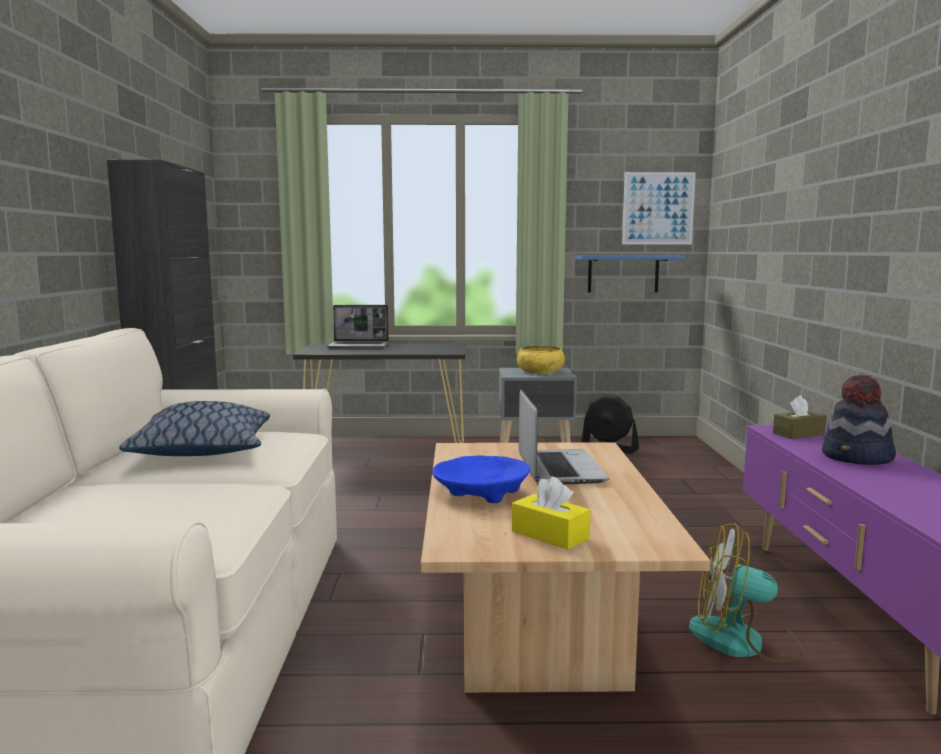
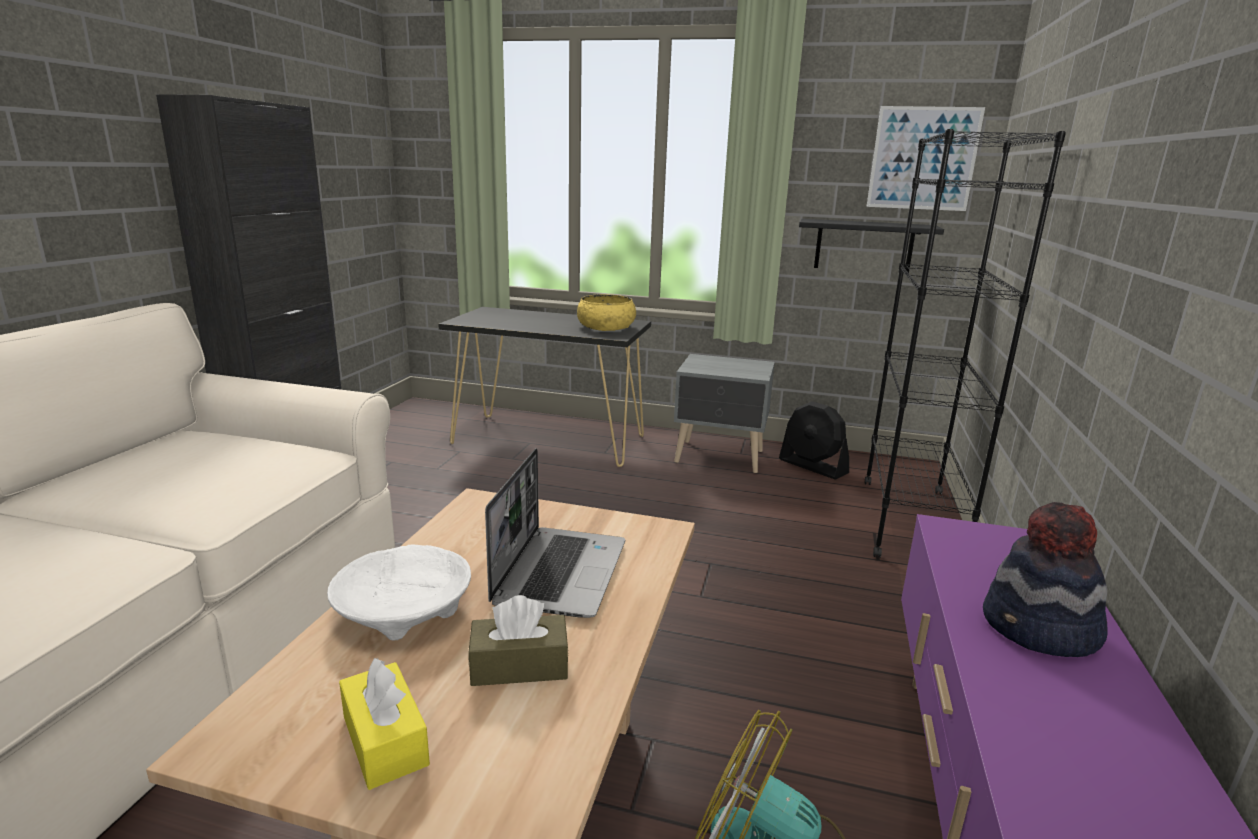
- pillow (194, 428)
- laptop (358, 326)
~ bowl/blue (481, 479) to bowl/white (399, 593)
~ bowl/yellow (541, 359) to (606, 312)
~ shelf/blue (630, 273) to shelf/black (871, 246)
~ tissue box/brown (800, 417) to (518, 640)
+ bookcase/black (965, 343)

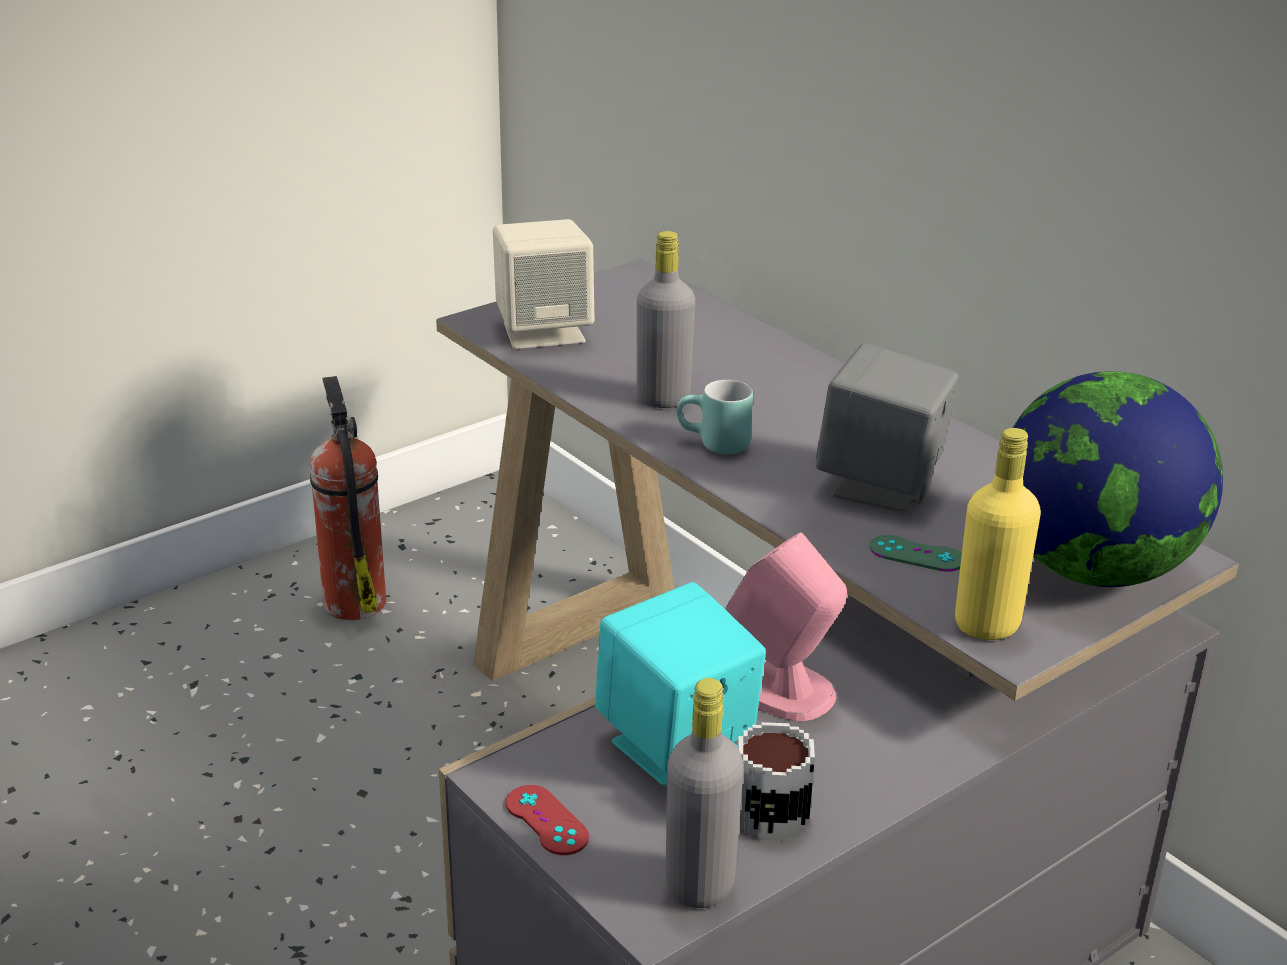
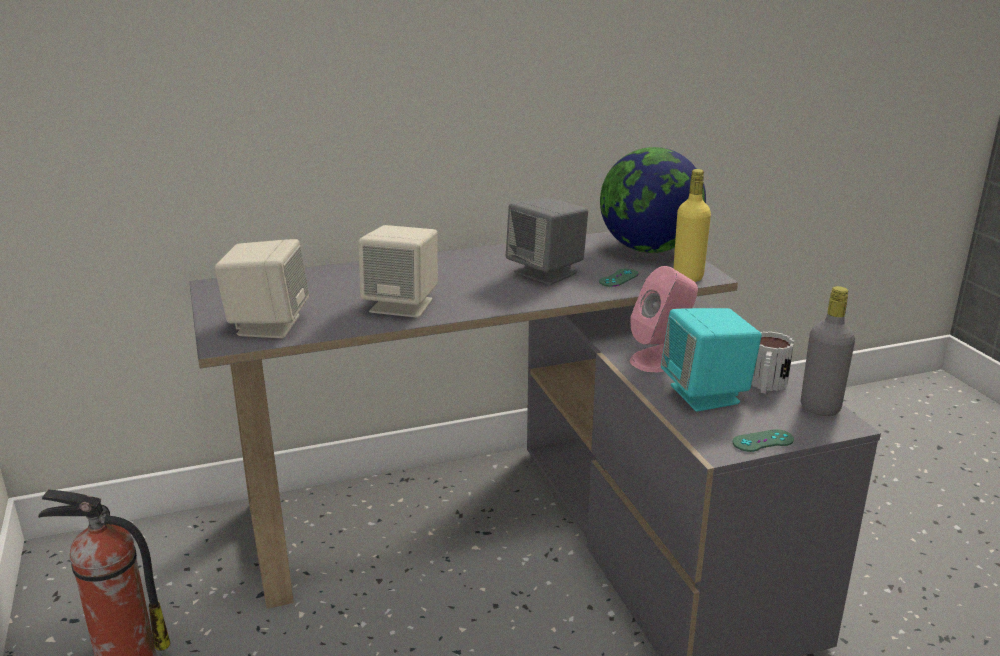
~ game controller/red (547, 820) to game controller/green (763, 440)
~ bottle/grey (666, 319) to speaker/beige (398, 271)
- mug/turquoise (715, 417)

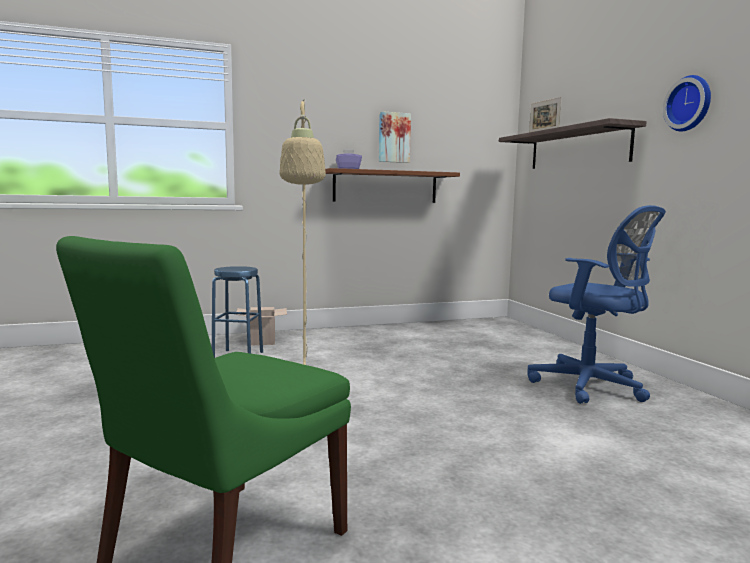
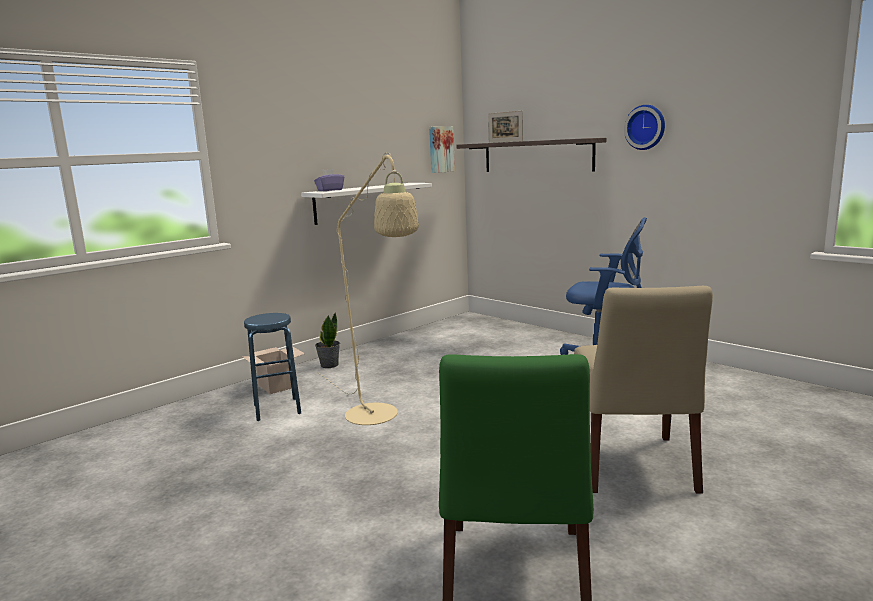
~ shelf/brown (392, 185) to shelf/white (366, 204)
~ picture (395, 137) to (442, 149)
+ potted plant (327, 340)
+ chair/beige (643, 390)

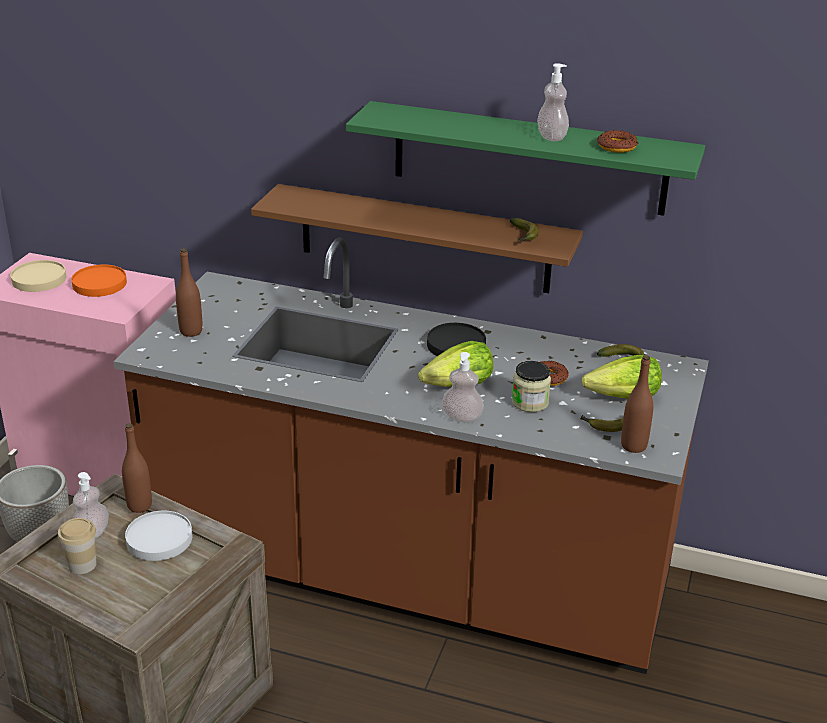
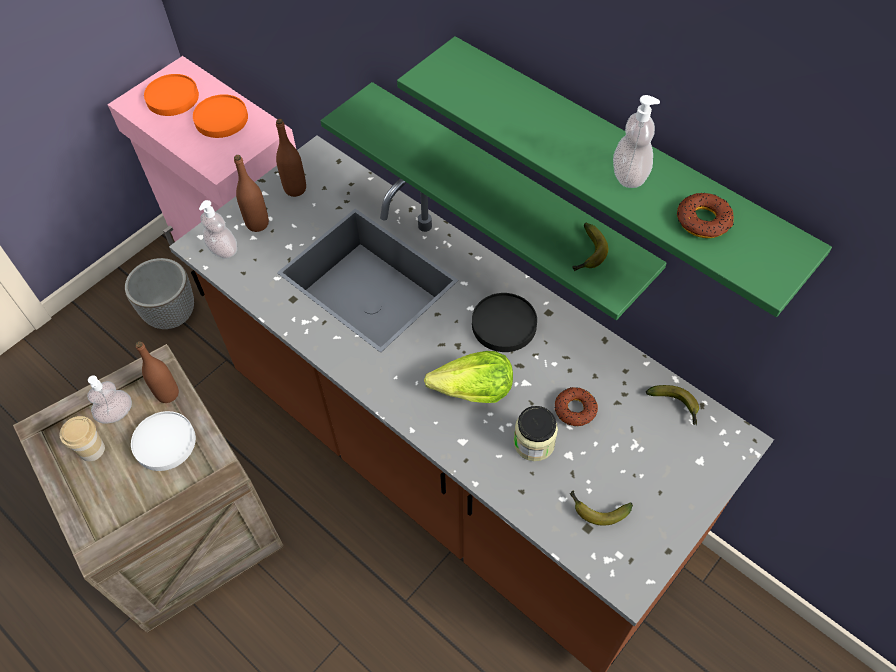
~ plate/beige (38, 276) to plate/orange (171, 95)
~ shelf/brown (417, 238) to shelf/green (494, 201)
~ soap dispenser (463, 387) to (218, 229)
- lettuce (622, 377)
~ bottle/brown (637, 404) to (291, 158)

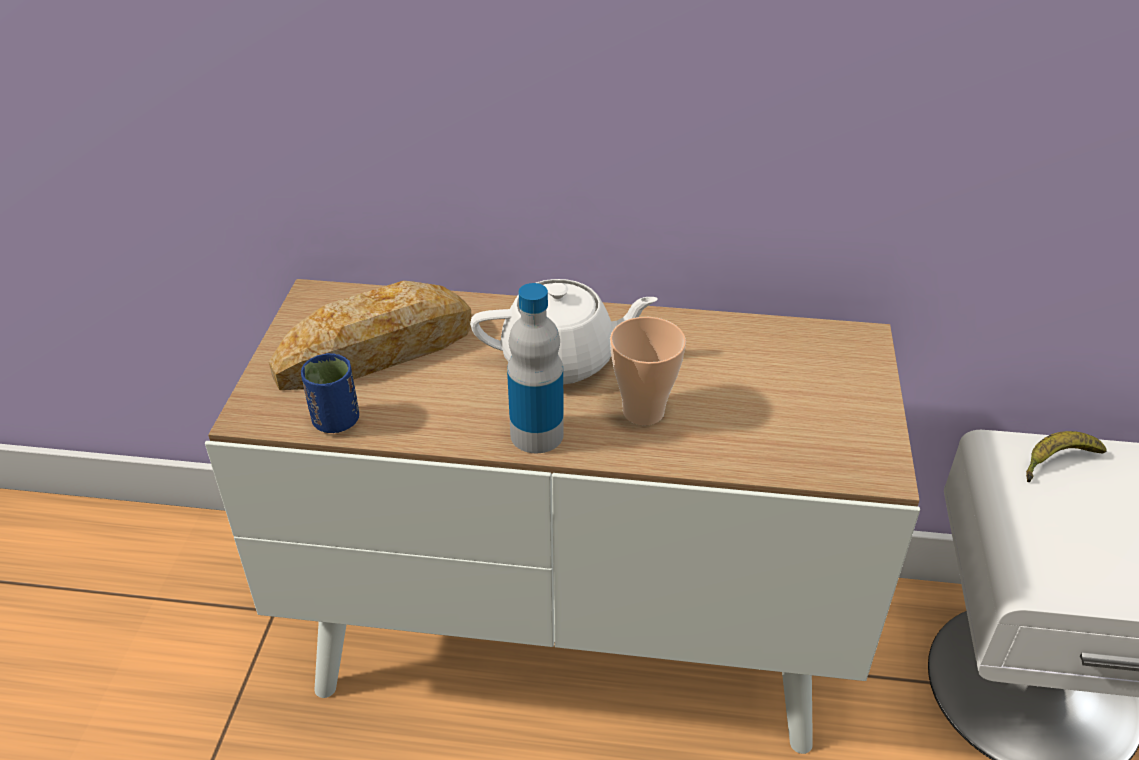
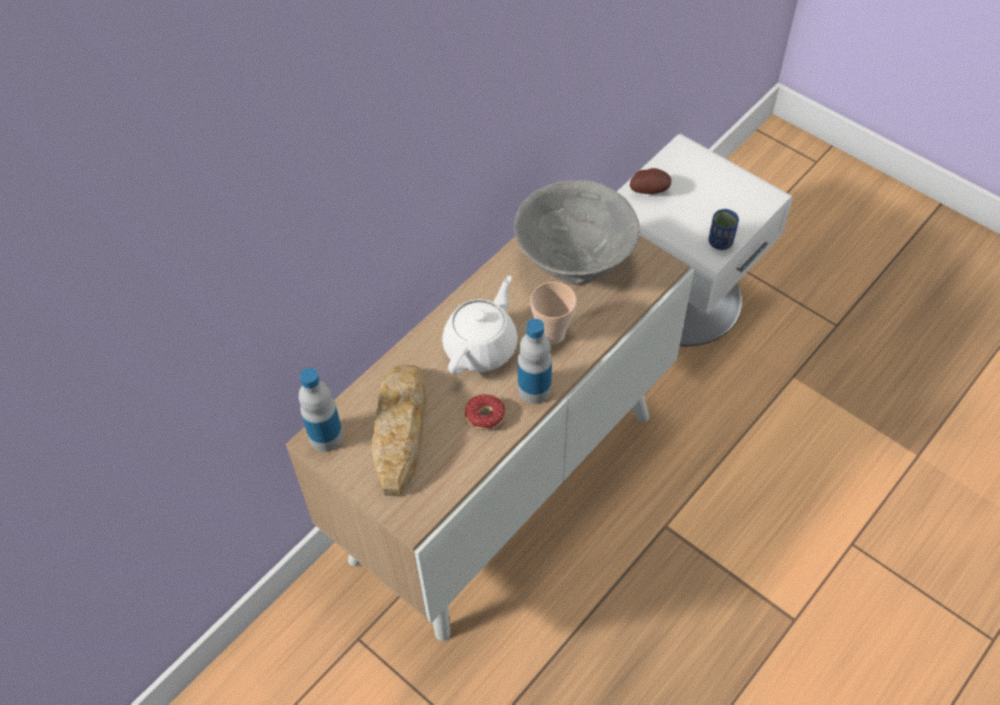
~ cup/blue (330, 393) to (723, 229)
~ banana (1066, 456) to potato (651, 181)
+ bottle (320, 410)
+ donut (485, 412)
+ bowl/grey (577, 232)

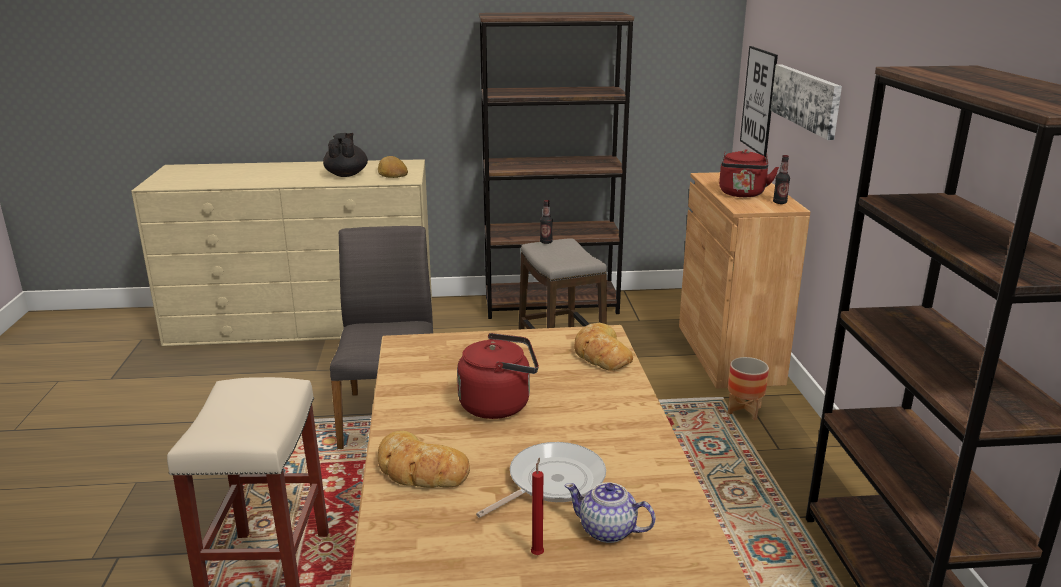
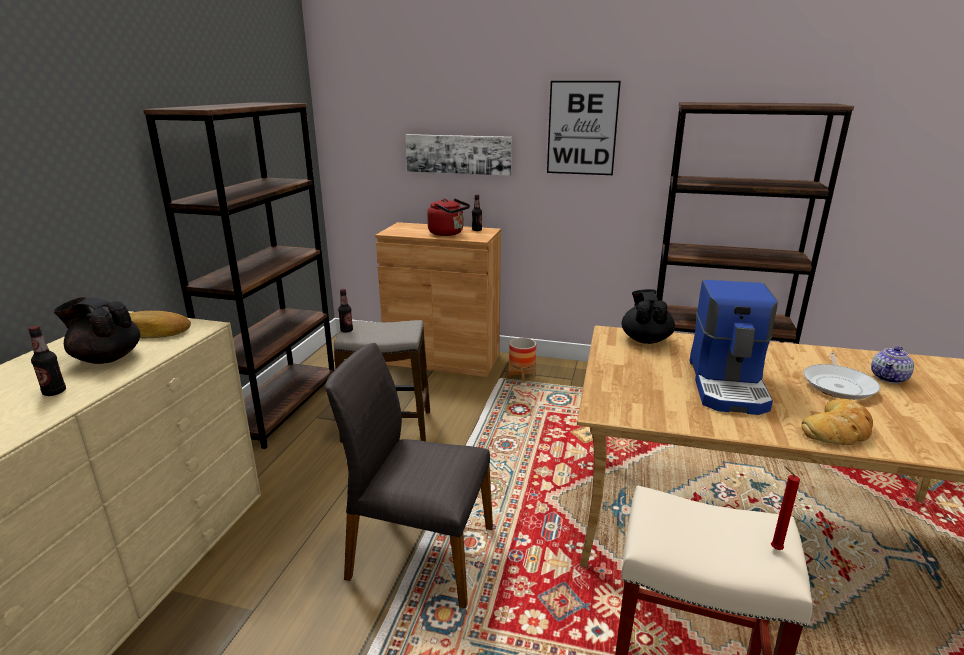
~ kettle/red (498, 376) to coffee machine (734, 347)
~ frying pan (541, 480) = (841, 376) 135 degrees counterclockwise
~ candle/red (537, 506) to (785, 508)
~ bread (603, 347) to teapot/black (648, 316)
~ picture (759, 101) to (584, 128)
+ bottle (47, 361)

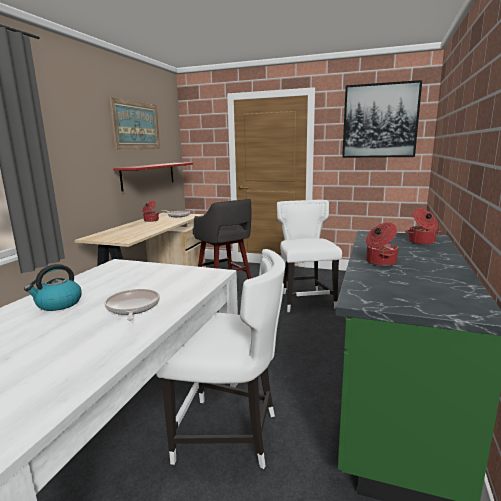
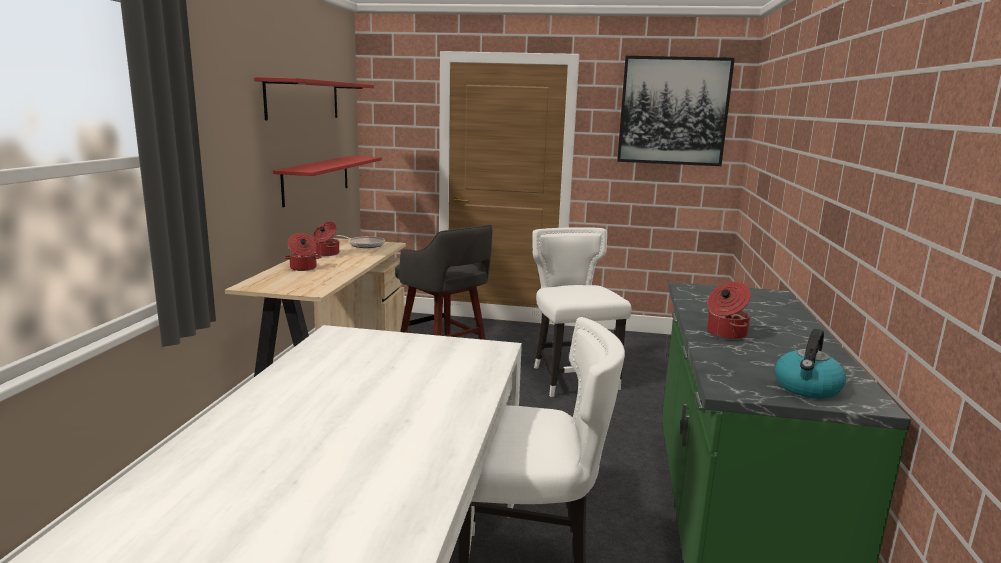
~ kettle (53, 287) to (810, 363)
- frying pan (132, 305)
~ picture (135, 123) to shelf/red (314, 98)
~ cooking pot (423, 227) to (303, 252)

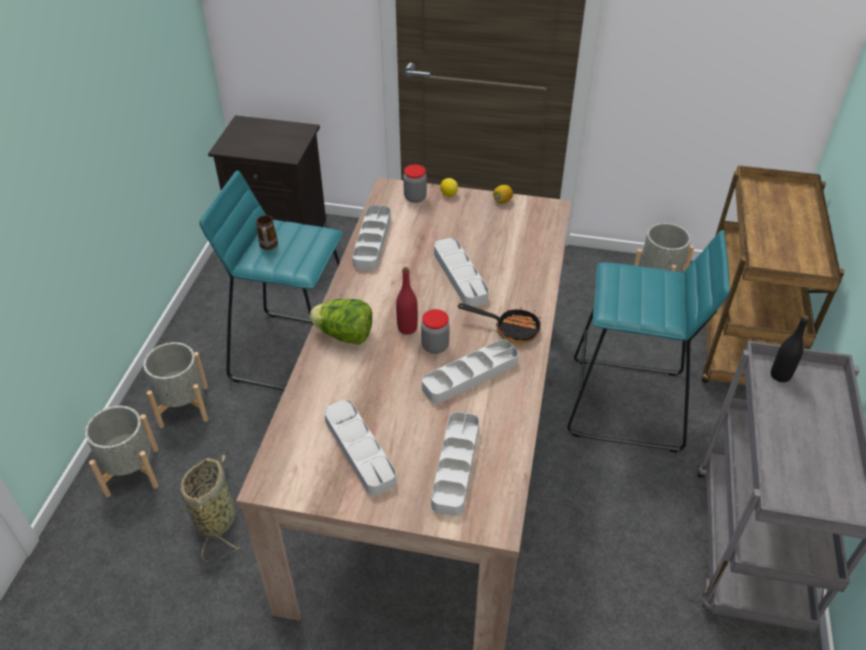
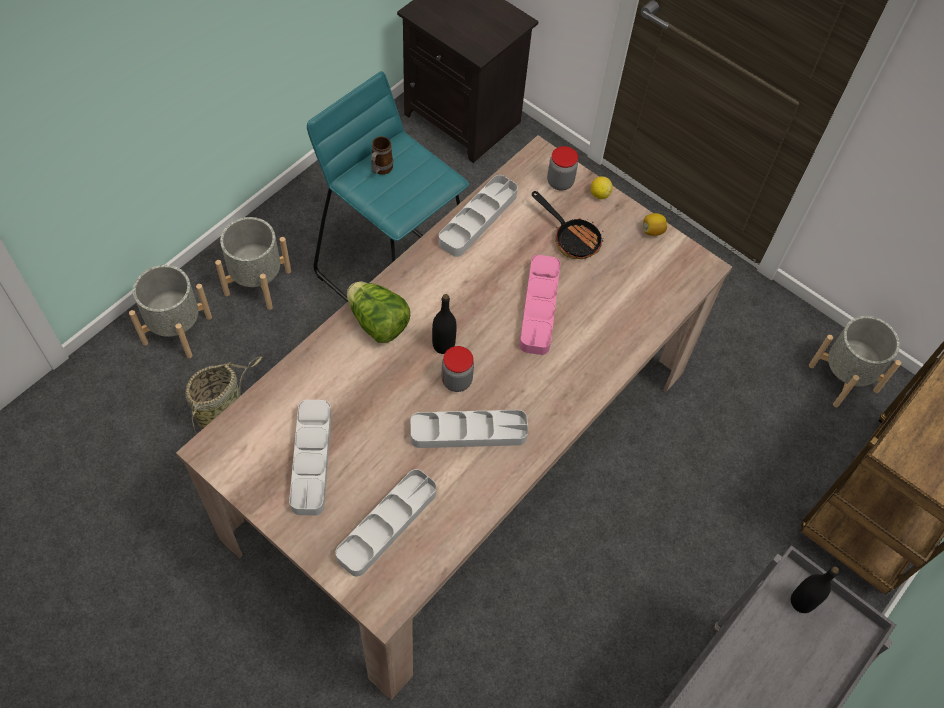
~ bottle/red (407, 300) to bottle/black (444, 324)
~ tray/grey (461, 272) to tray/pink (540, 305)
~ frying pan (500, 323) to (568, 225)
- stool/turquoise (649, 341)

